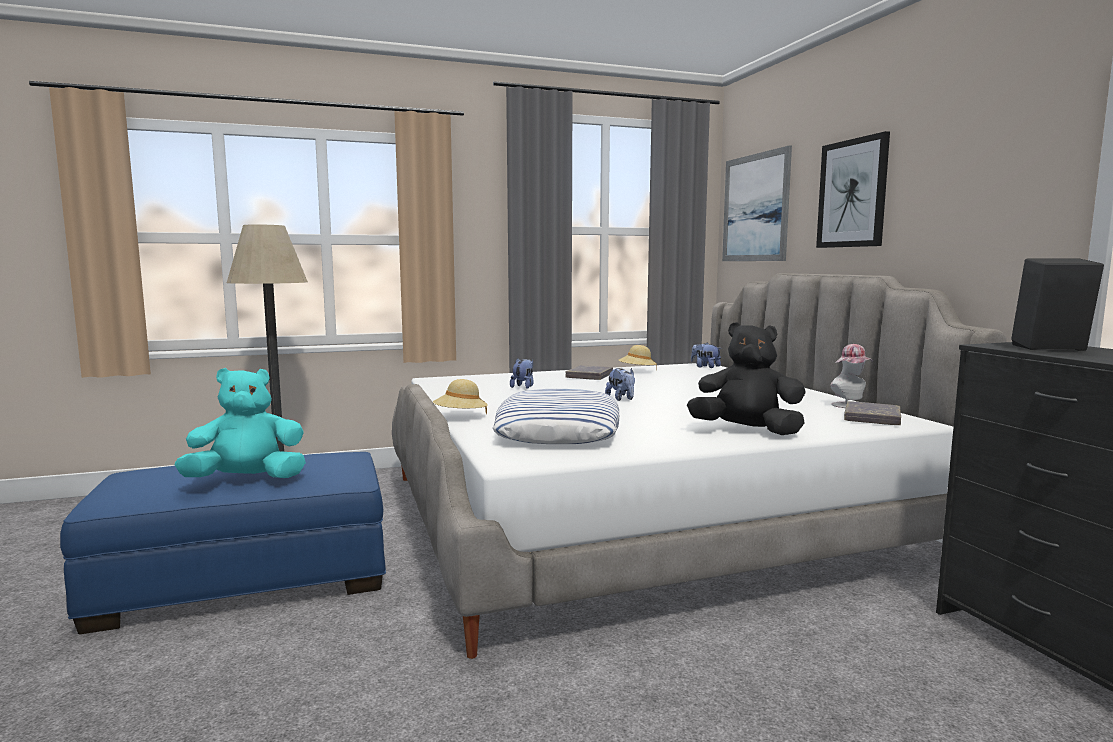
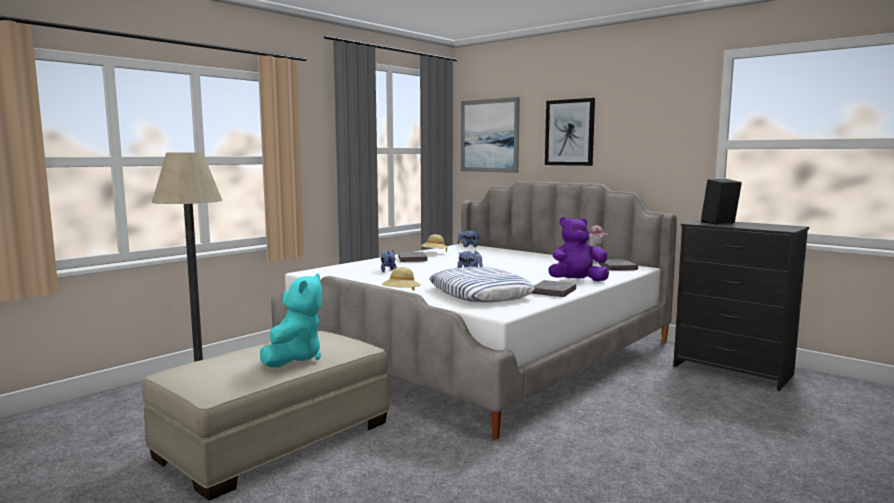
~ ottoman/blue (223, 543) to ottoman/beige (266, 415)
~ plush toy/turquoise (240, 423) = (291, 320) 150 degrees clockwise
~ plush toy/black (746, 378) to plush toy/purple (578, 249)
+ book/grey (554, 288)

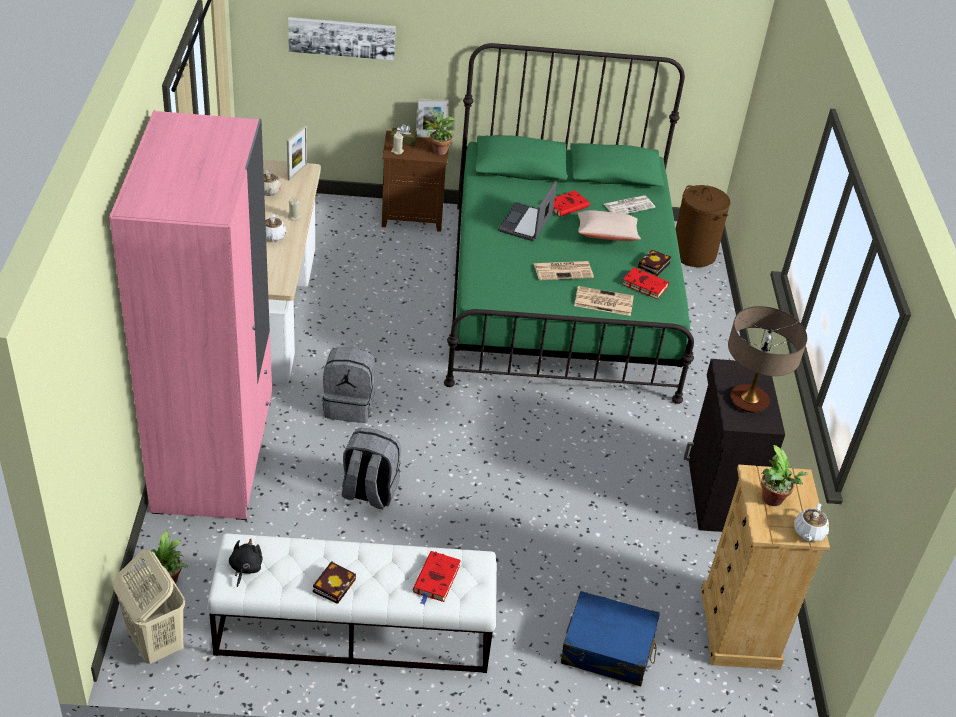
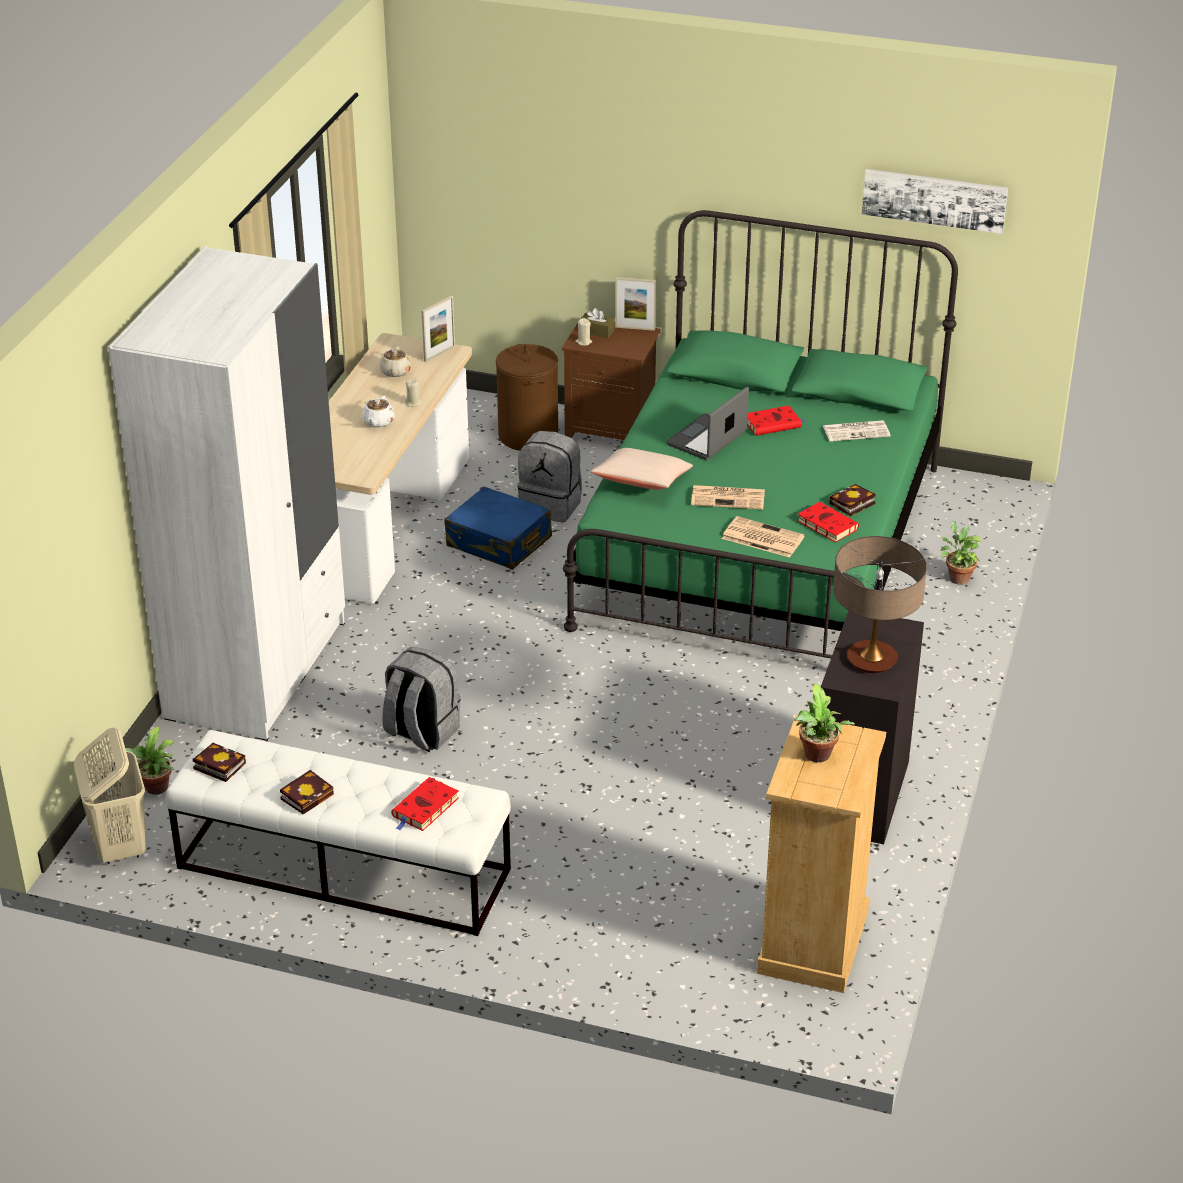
~ wardrobe/pink (190, 315) to wardrobe/white (226, 493)
~ plush toy/black (246, 563) to book (219, 762)
~ picture (342, 38) to (935, 201)
~ backpack/grey (349, 385) to (549, 477)
~ potted plant (440, 131) to (961, 552)
~ suitcase/blue (610, 638) to (498, 528)
~ pillow/beige (609, 225) to (642, 469)
~ laundry basket/brown (703, 226) to (527, 397)
- teapot/white (811, 522)

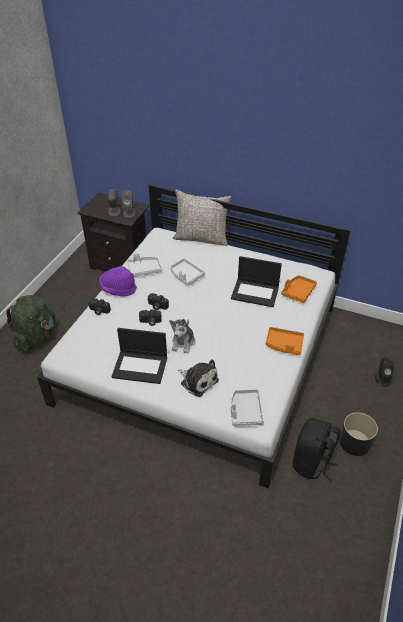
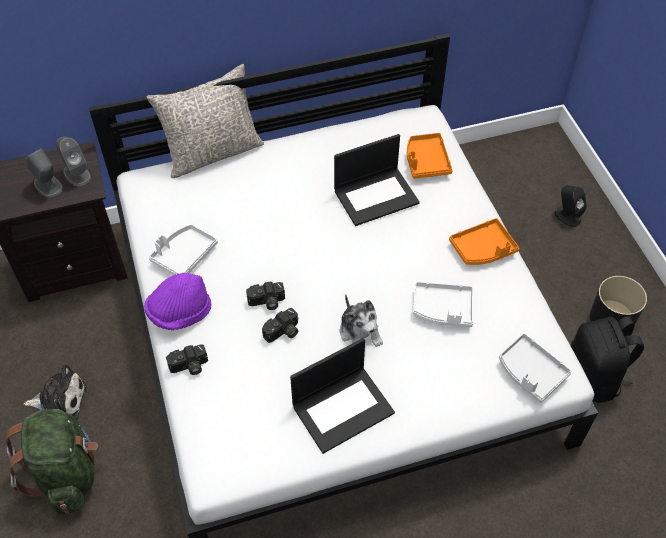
~ tray/white (187, 271) to (443, 304)
~ plush toy (198, 378) to (54, 392)

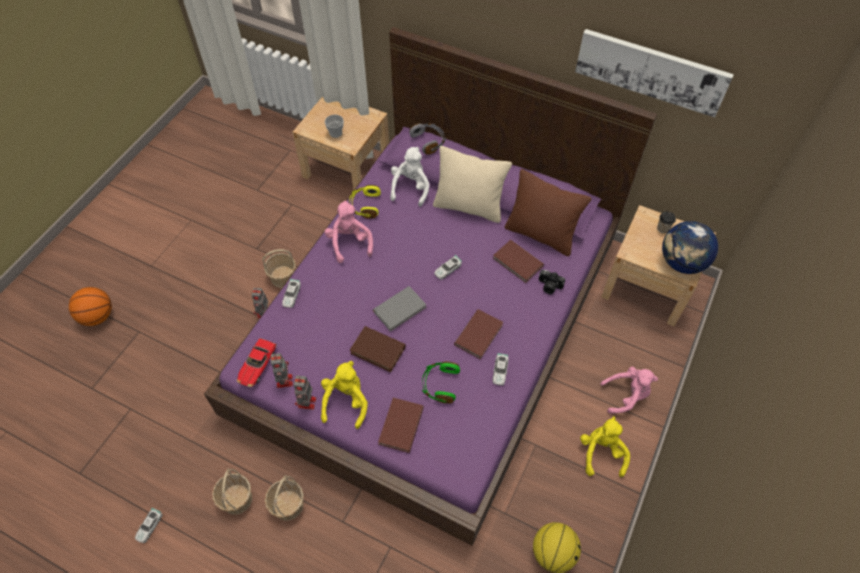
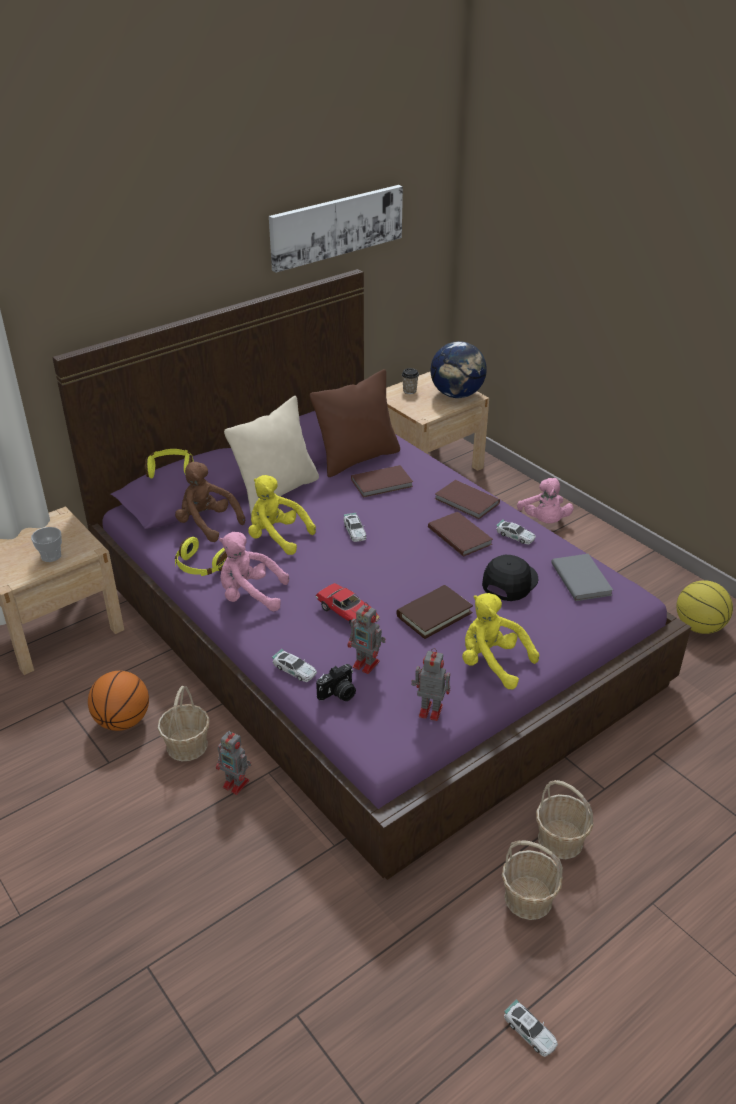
~ basketball (90, 306) to (118, 701)
~ toy car (257, 363) to (347, 604)
~ toy robot (305, 392) to (366, 638)
~ book/grey (399, 309) to (582, 577)
~ book/brown (401, 425) to (467, 499)
~ plush toy/white (409, 177) to plush toy/brown (210, 502)
~ headphones/grey (427, 139) to headphones/yellow (169, 463)
~ headphones/green (441, 382) to cap/black (510, 578)
~ photo camera (552, 282) to (336, 682)
~ plush toy/yellow (605, 446) to (282, 515)
~ plush toy/pink (629, 390) = (545, 500) 150 degrees clockwise

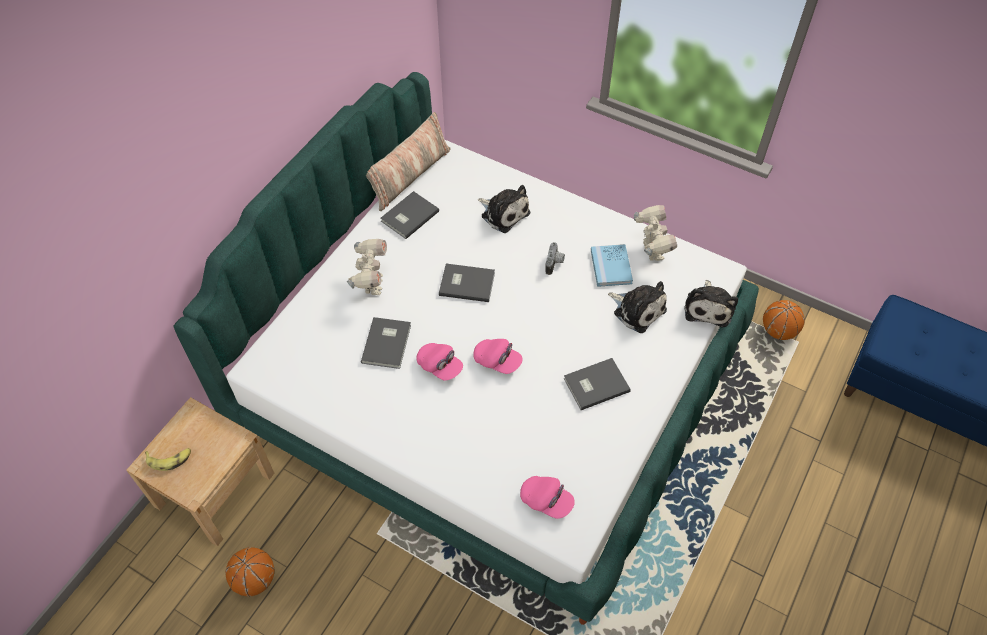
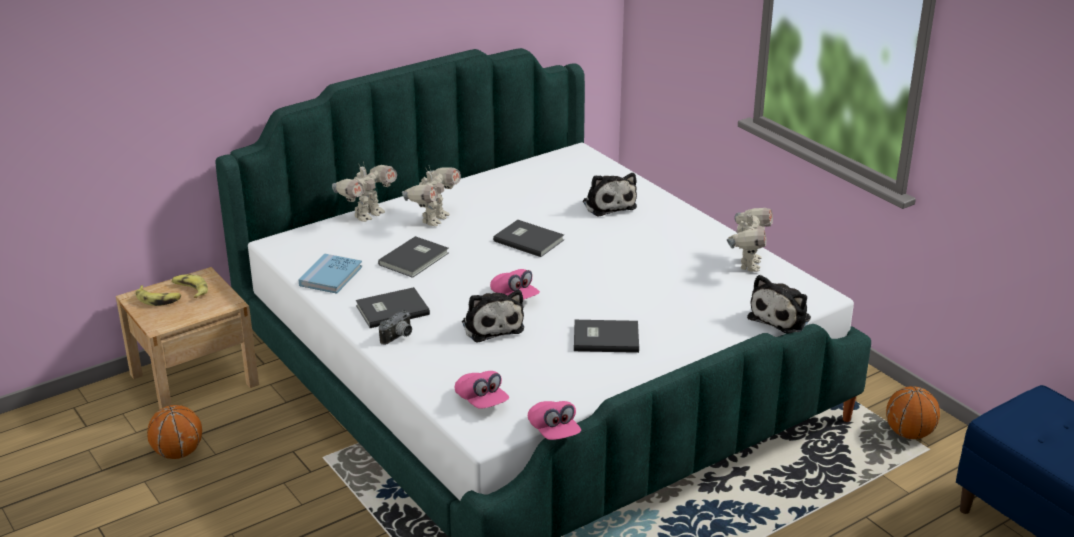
- pillow (408, 161)
~ book/grey (410, 215) to (393, 307)
~ cap/pink (439, 362) to (554, 420)
~ photo camera (555, 258) to (395, 327)
~ book/blue (612, 265) to (330, 274)
~ plush toy (637, 307) to (493, 316)
+ banana (190, 286)
+ toy robot (364, 192)

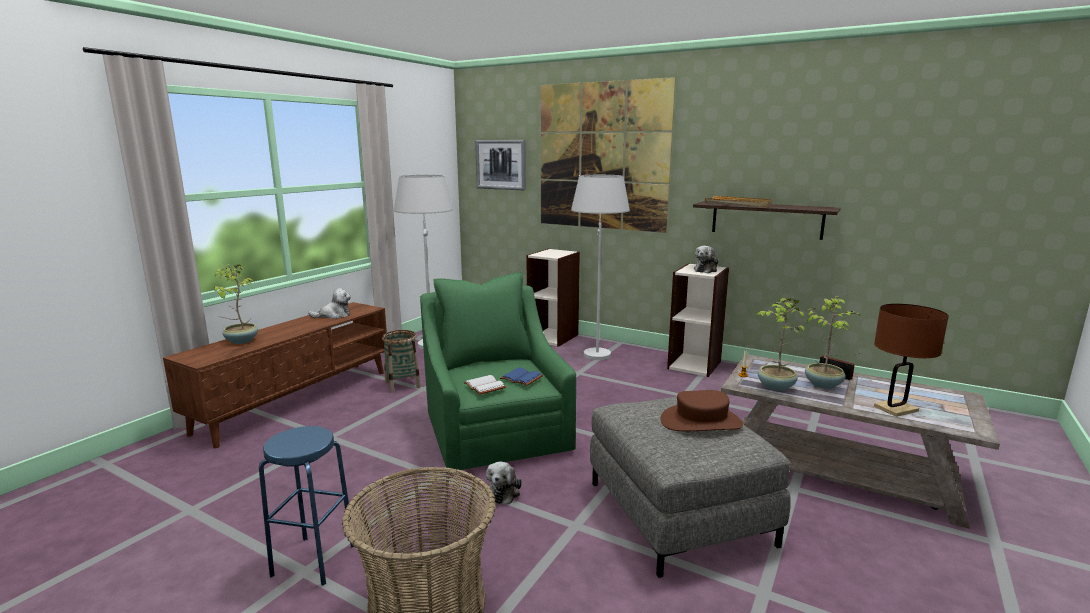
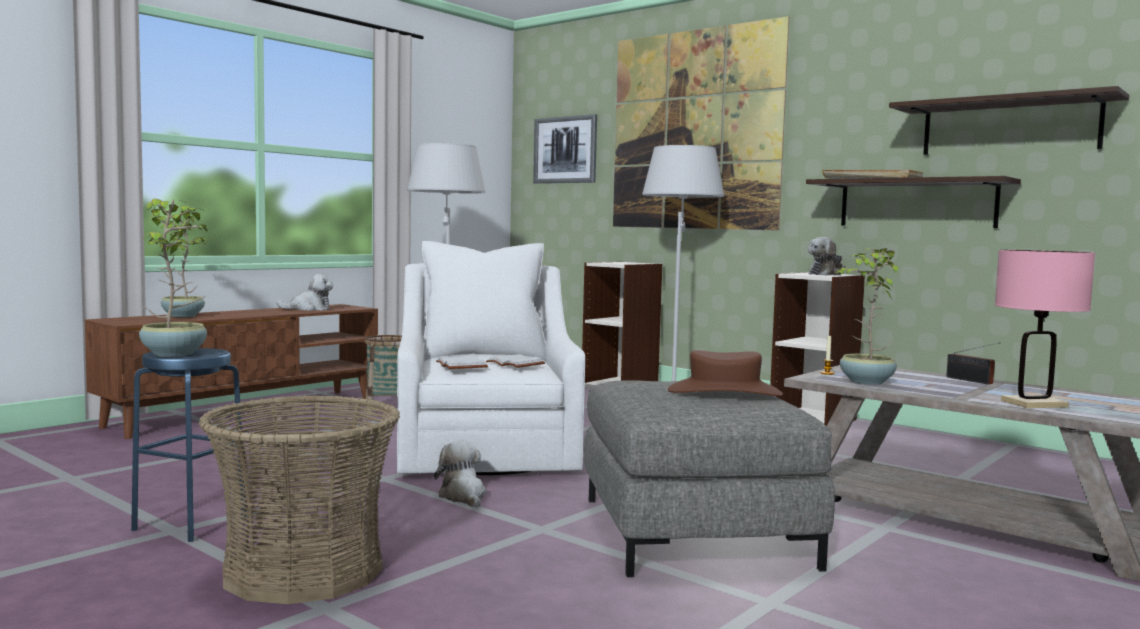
~ armchair/green (498, 371) to armchair/white (491, 358)
~ plush toy (504, 482) = (460, 474) 135 degrees clockwise
~ book/blue (521, 377) to book/white (515, 361)
~ potted plant (832, 342) to (173, 278)
~ table lamp/brown (911, 360) to table lamp/pink (1045, 329)
+ shelf (1009, 120)

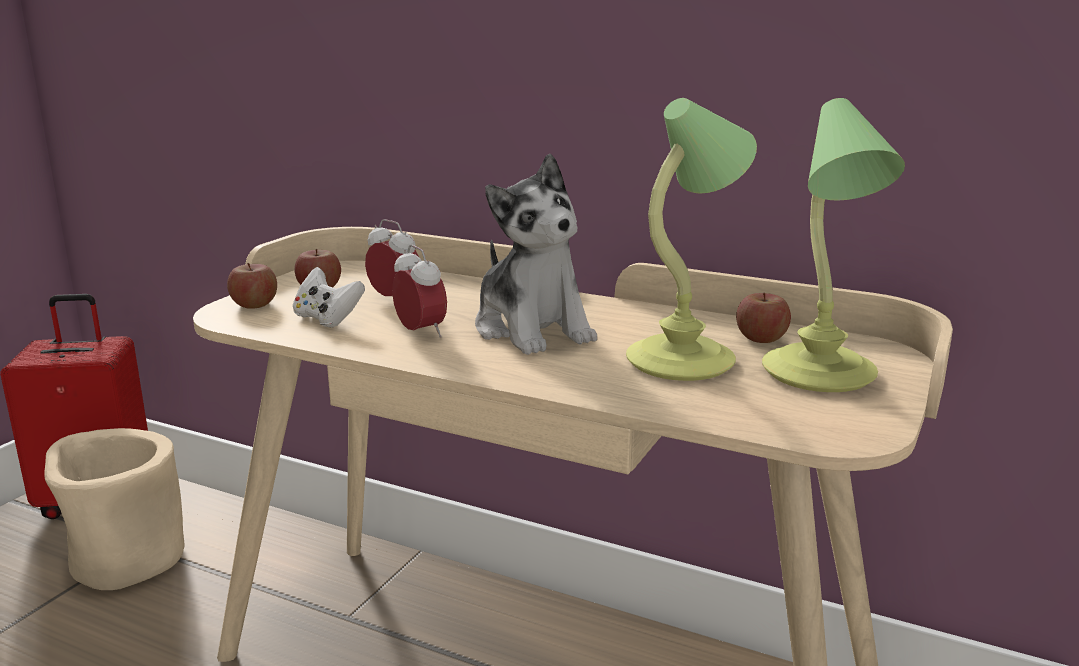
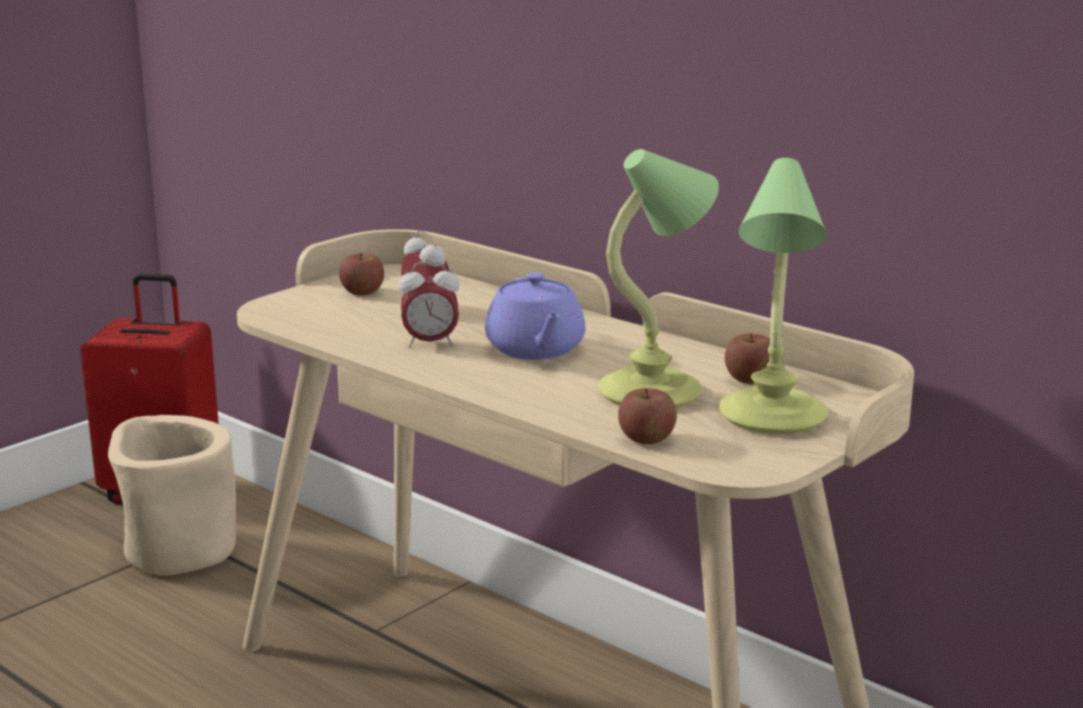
~ apple (252, 286) to (647, 416)
- game controller/white (329, 297)
~ alarm clock (419, 291) = (429, 304) 105 degrees clockwise
~ plush toy (536, 254) to teapot/purple (535, 316)

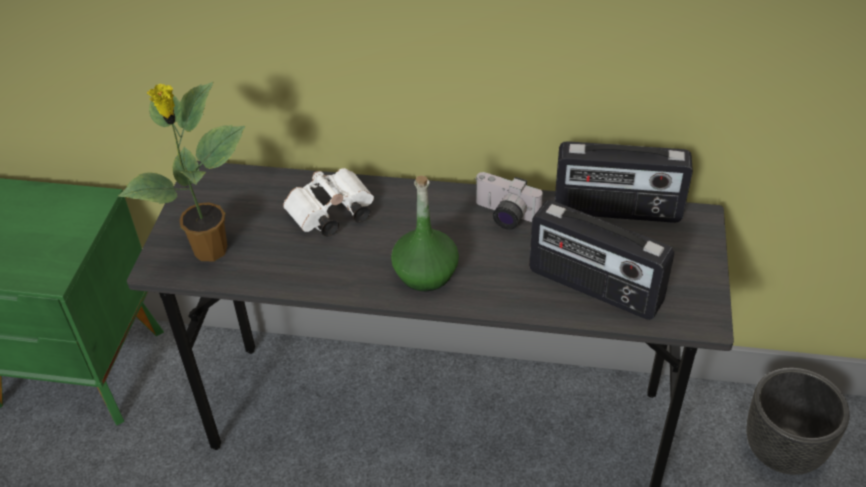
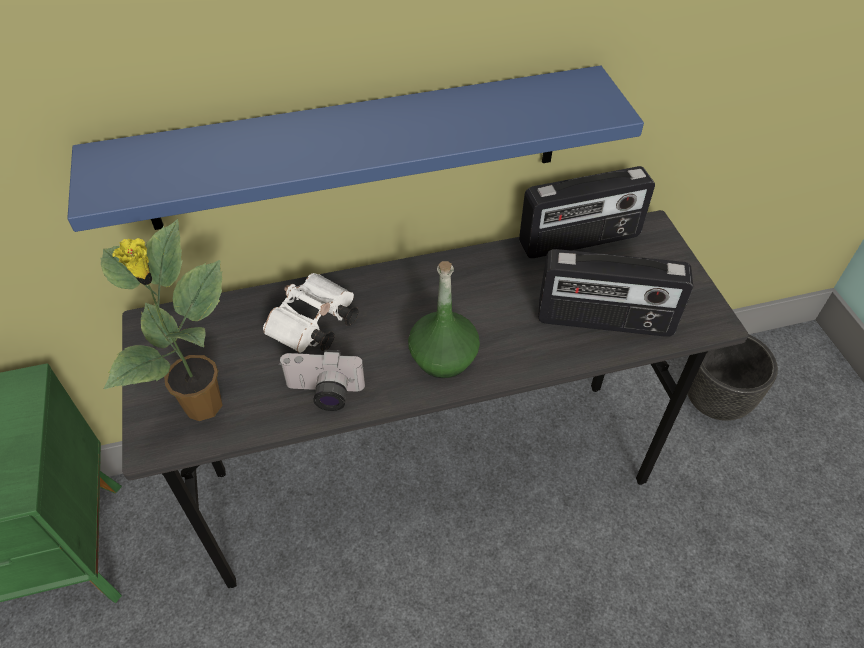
~ photo camera (509, 201) to (322, 380)
+ shelf/blue (355, 148)

